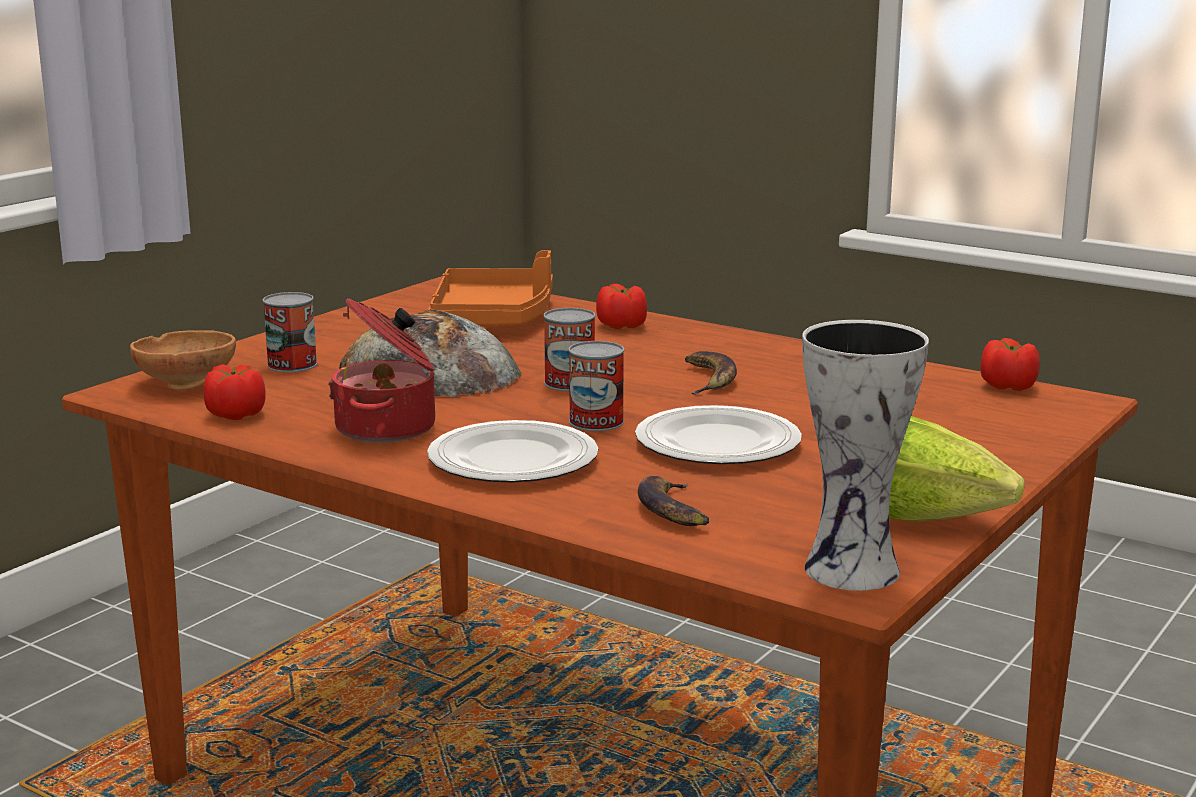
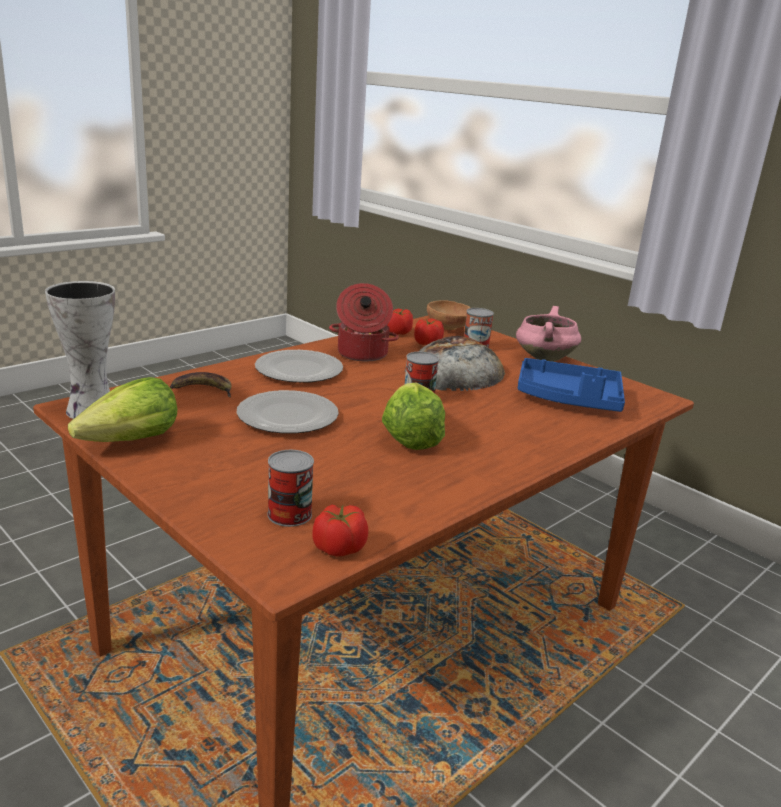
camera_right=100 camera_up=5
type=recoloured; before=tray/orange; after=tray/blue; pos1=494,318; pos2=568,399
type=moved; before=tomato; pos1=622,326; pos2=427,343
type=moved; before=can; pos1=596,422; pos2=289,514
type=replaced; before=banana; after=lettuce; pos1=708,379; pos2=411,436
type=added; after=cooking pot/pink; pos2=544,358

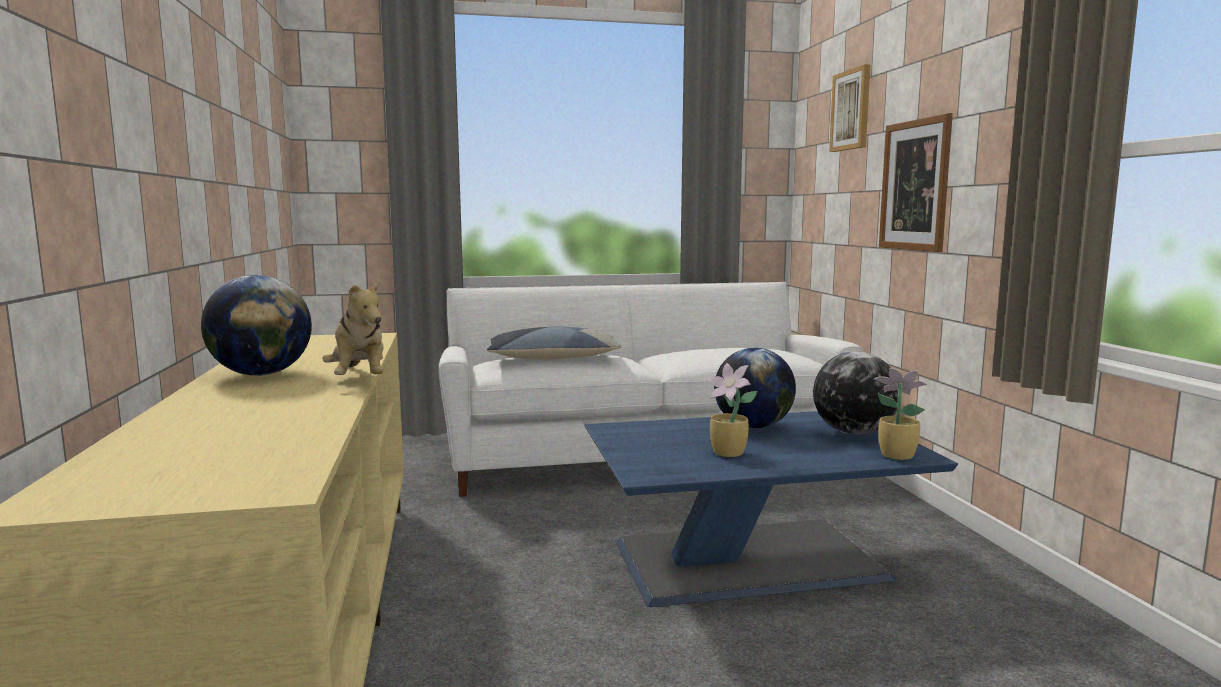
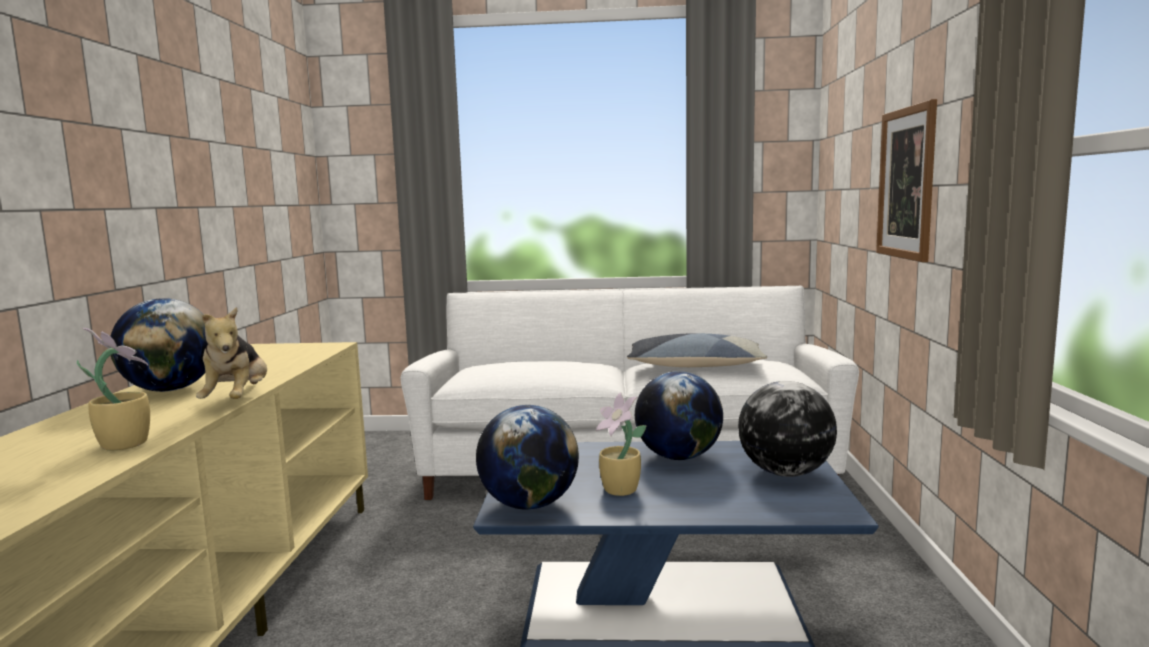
camera_right=15 camera_up=0
type=removed; before=picture; pos1=851,110
type=moved; before=pillow; pos1=553,358; pos2=695,366
type=moved; before=potted plant; pos1=895,455; pos2=124,444
type=added; after=globe; pos2=529,505

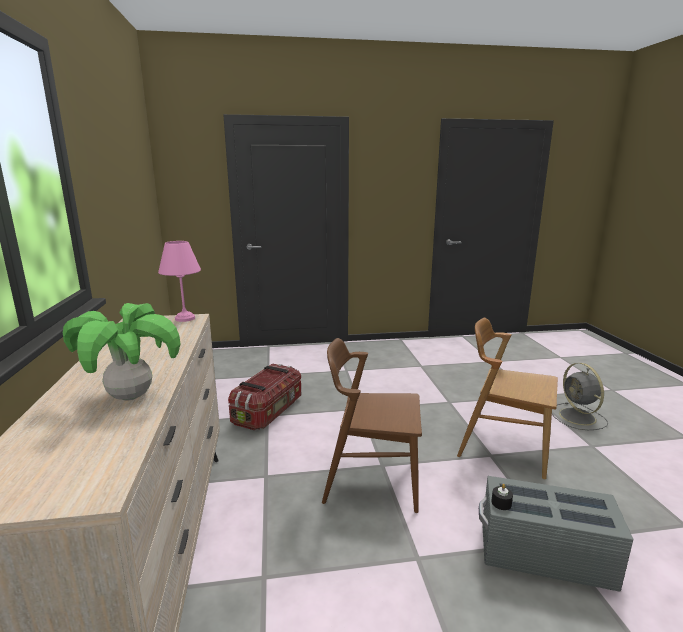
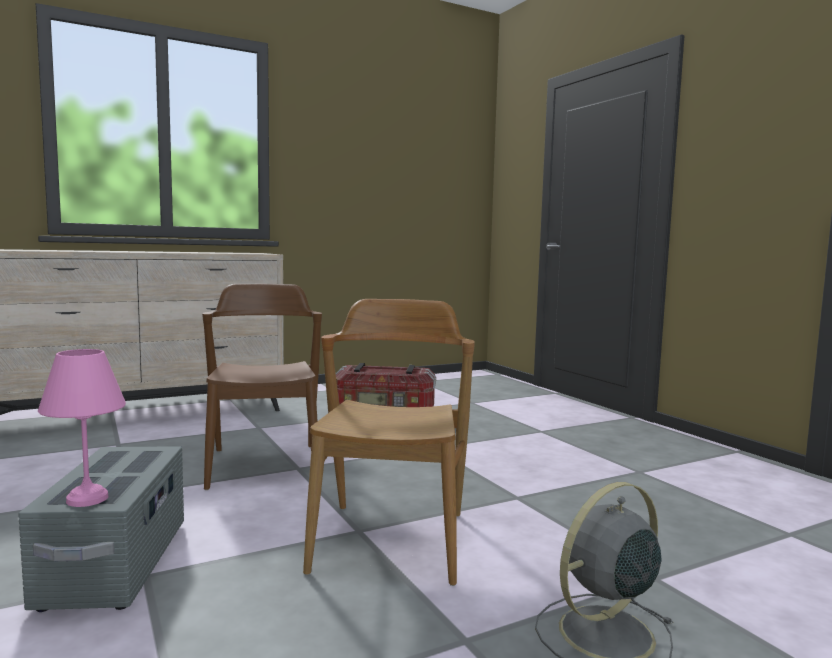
camera_right=70 camera_up=-10
type=moved; before=table lamp/pink; pos1=185,318; pos2=89,499
type=removed; before=potted plant; pos1=131,396
type=removed; before=candle/black; pos1=501,503

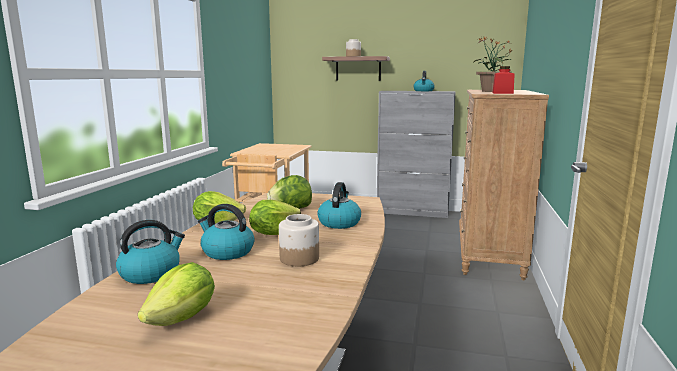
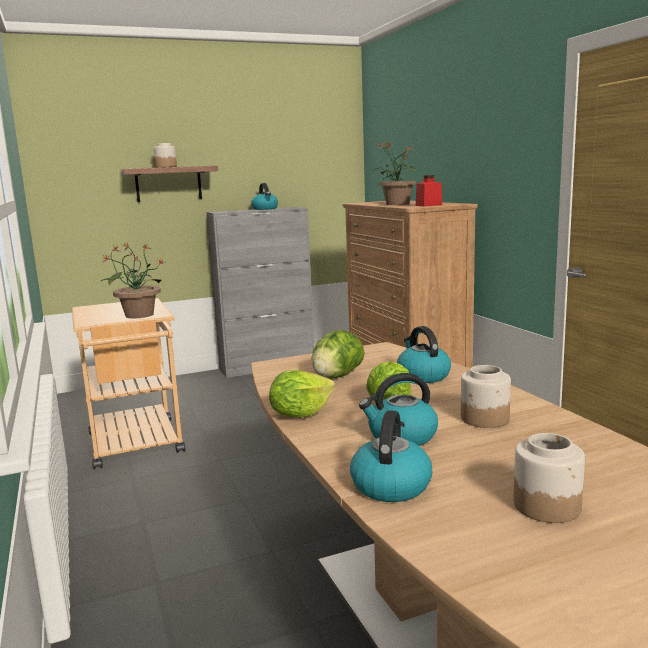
camera_right=-35 camera_up=0
type=replaced; before=lettuce; after=jar; pos1=183,318; pos2=547,506
type=added; after=potted plant; pos2=138,315

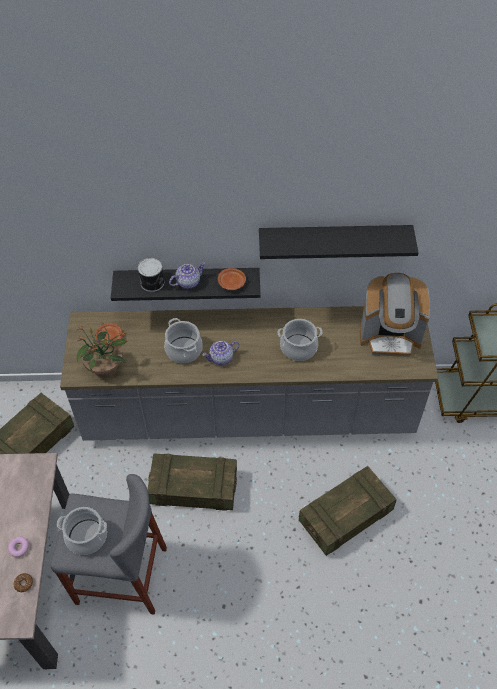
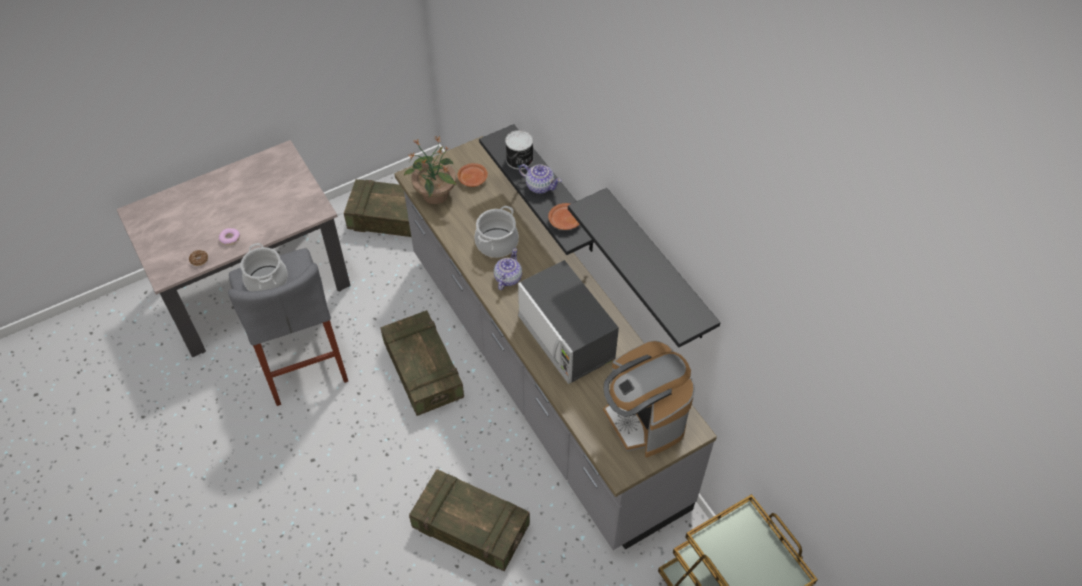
camera_right=60 camera_up=0
type=replaced; before=cooking pot; after=microwave; pos1=298,347; pos2=566,338
type=turned; before=teapot; pos1=221,358; pos2=507,278; turn=75

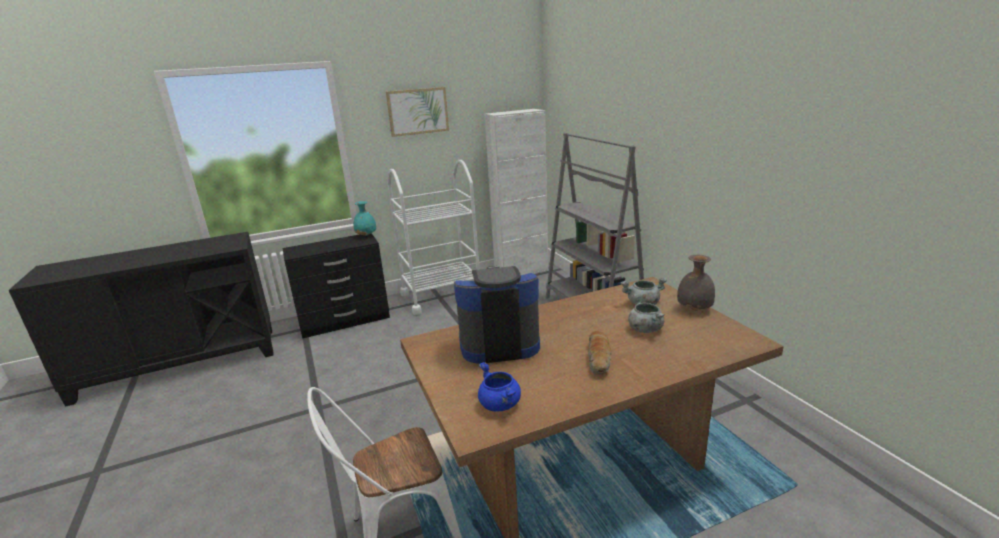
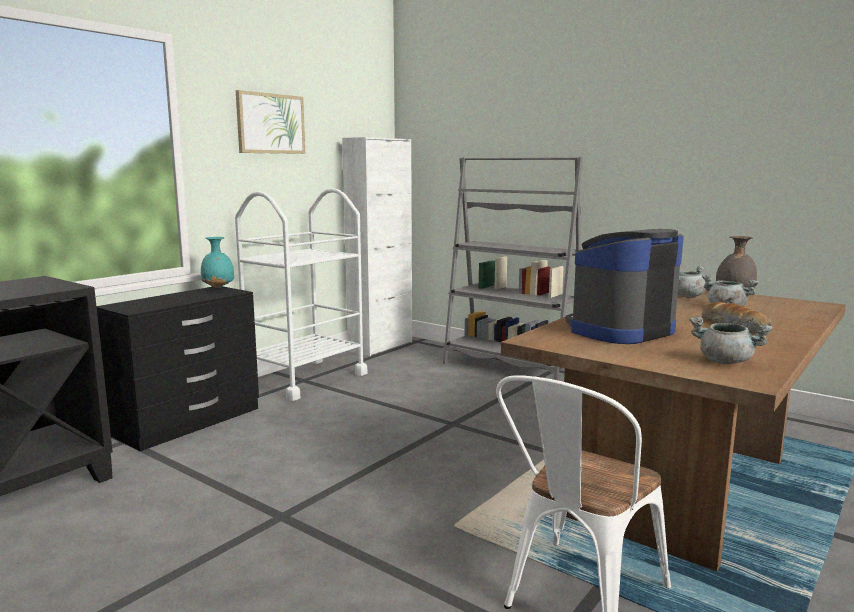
camera_right=-30 camera_up=-10
type=recoloured; before=cooking pot/blue; after=cooking pot/grey; pos1=500,404; pos2=726,362

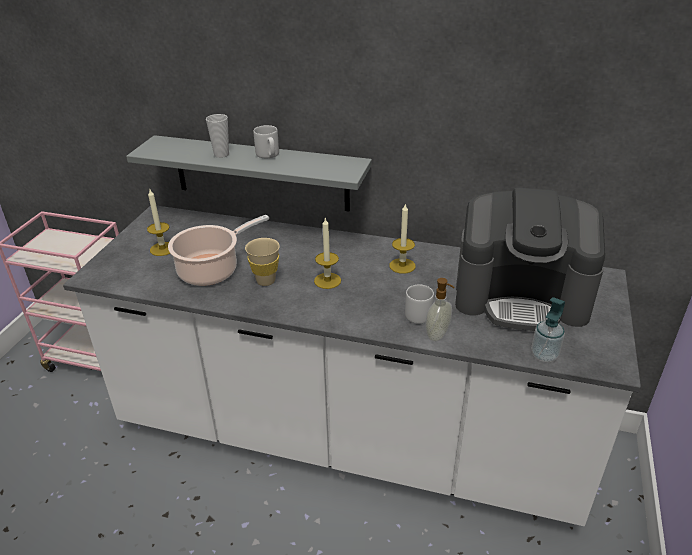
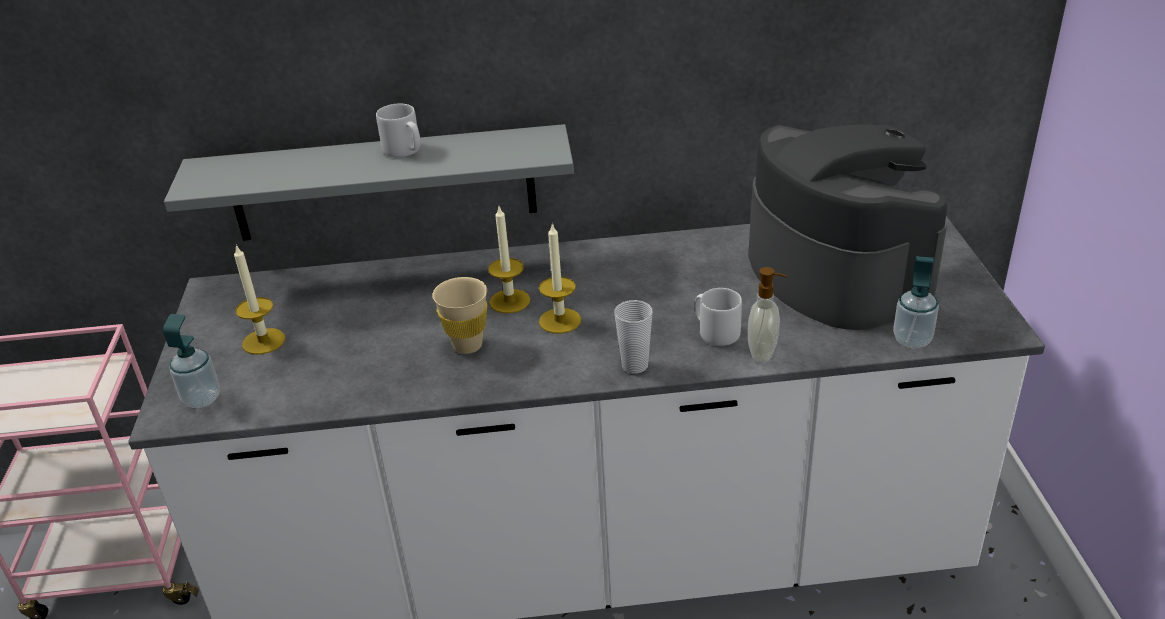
camera_right=-20 camera_up=0
type=moved; before=cup; pos1=221,154; pos2=635,365
type=turned; before=coffee machine; pos1=521,296; pos2=835,272; turn=-105
type=moved; before=candle; pos1=402,266; pos2=509,301
type=removed; before=cooking pot; pos1=212,270
type=added; after=soap dispenser; pos2=202,399

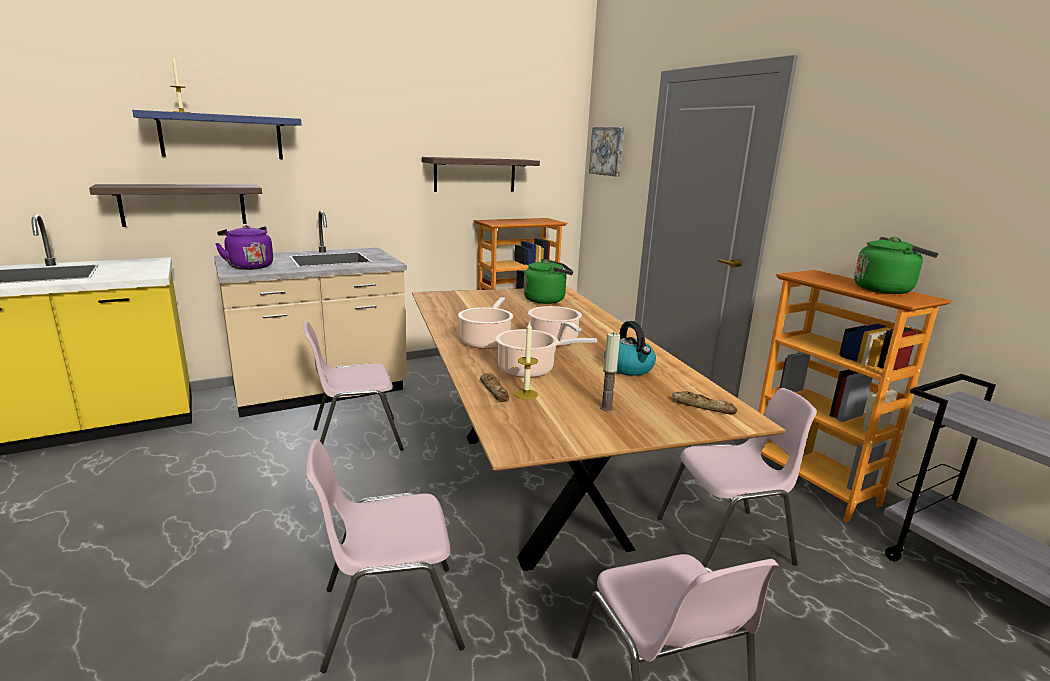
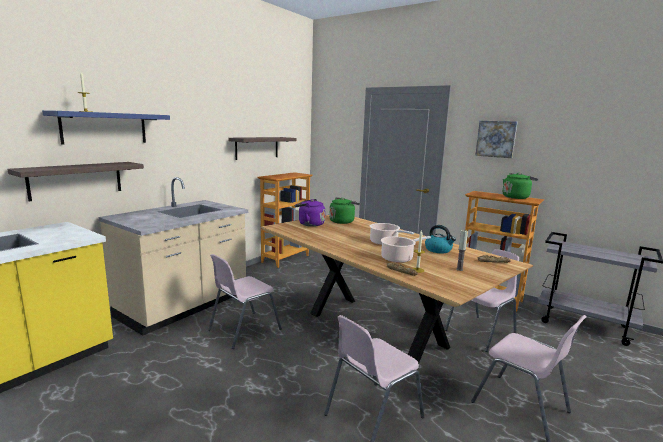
camera_right=-25 camera_up=-5
type=moved; before=picture; pos1=608,151; pos2=496,139
type=moved; before=kettle/purple; pos1=249,266; pos2=309,224
type=removed; before=cooking pot; pos1=486,341

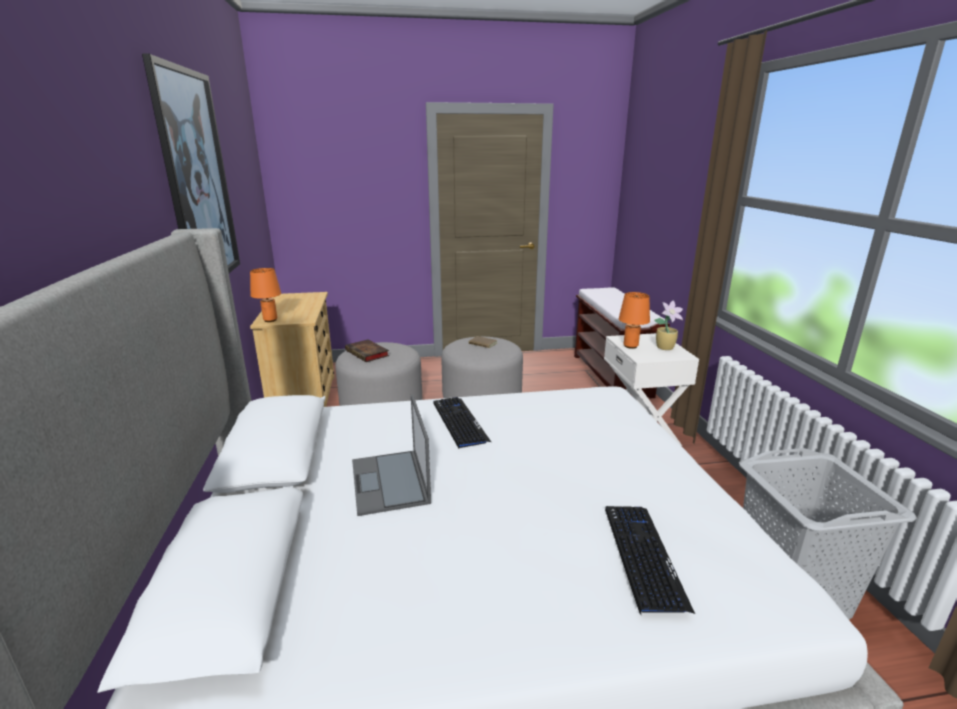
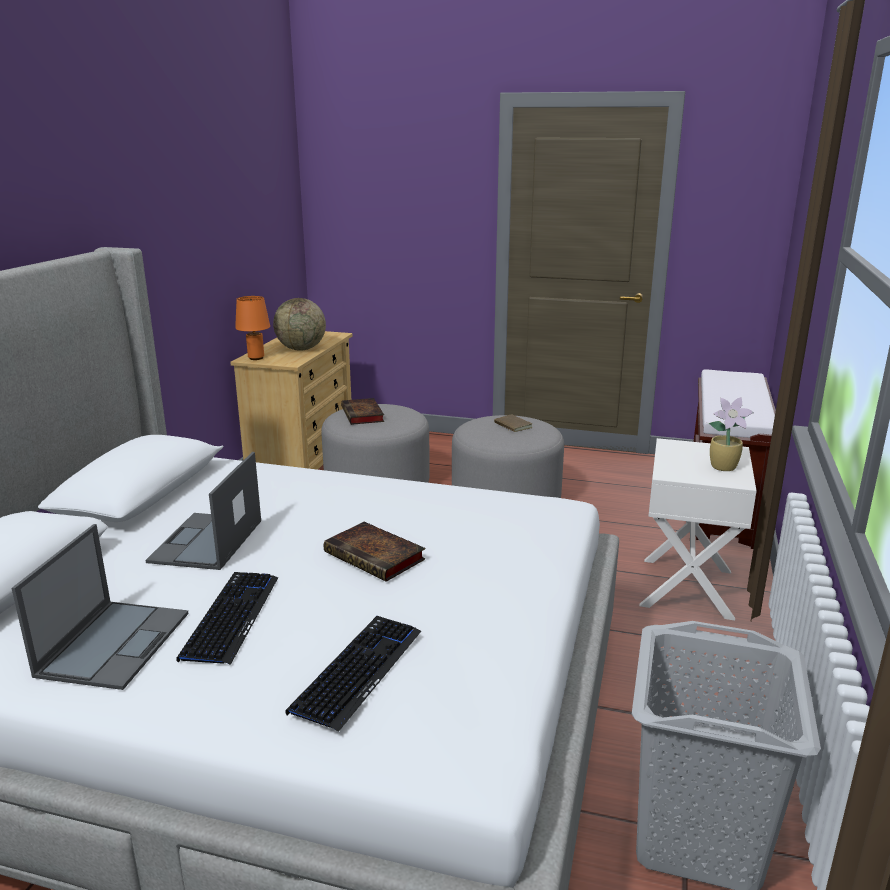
camera_right=25 camera_up=0
type=removed; before=picture; pos1=197,180
type=removed; before=table lamp/orange; pos1=631,346
type=moved; before=keyboard; pos1=459,422; pos2=231,617
type=added; after=globe; pos2=301,349
type=added; after=book; pos2=377,557
type=added; after=laptop; pos2=115,643

